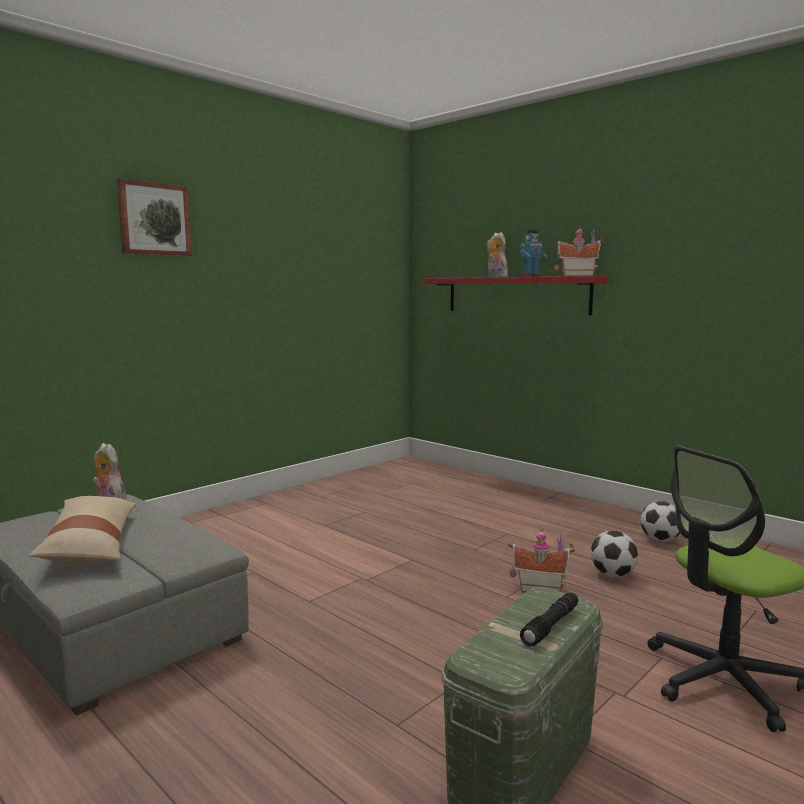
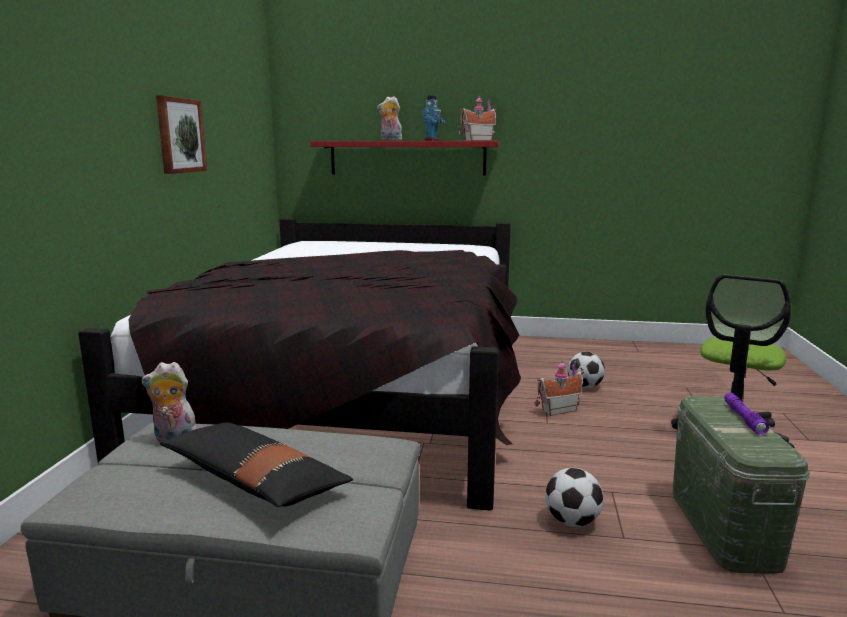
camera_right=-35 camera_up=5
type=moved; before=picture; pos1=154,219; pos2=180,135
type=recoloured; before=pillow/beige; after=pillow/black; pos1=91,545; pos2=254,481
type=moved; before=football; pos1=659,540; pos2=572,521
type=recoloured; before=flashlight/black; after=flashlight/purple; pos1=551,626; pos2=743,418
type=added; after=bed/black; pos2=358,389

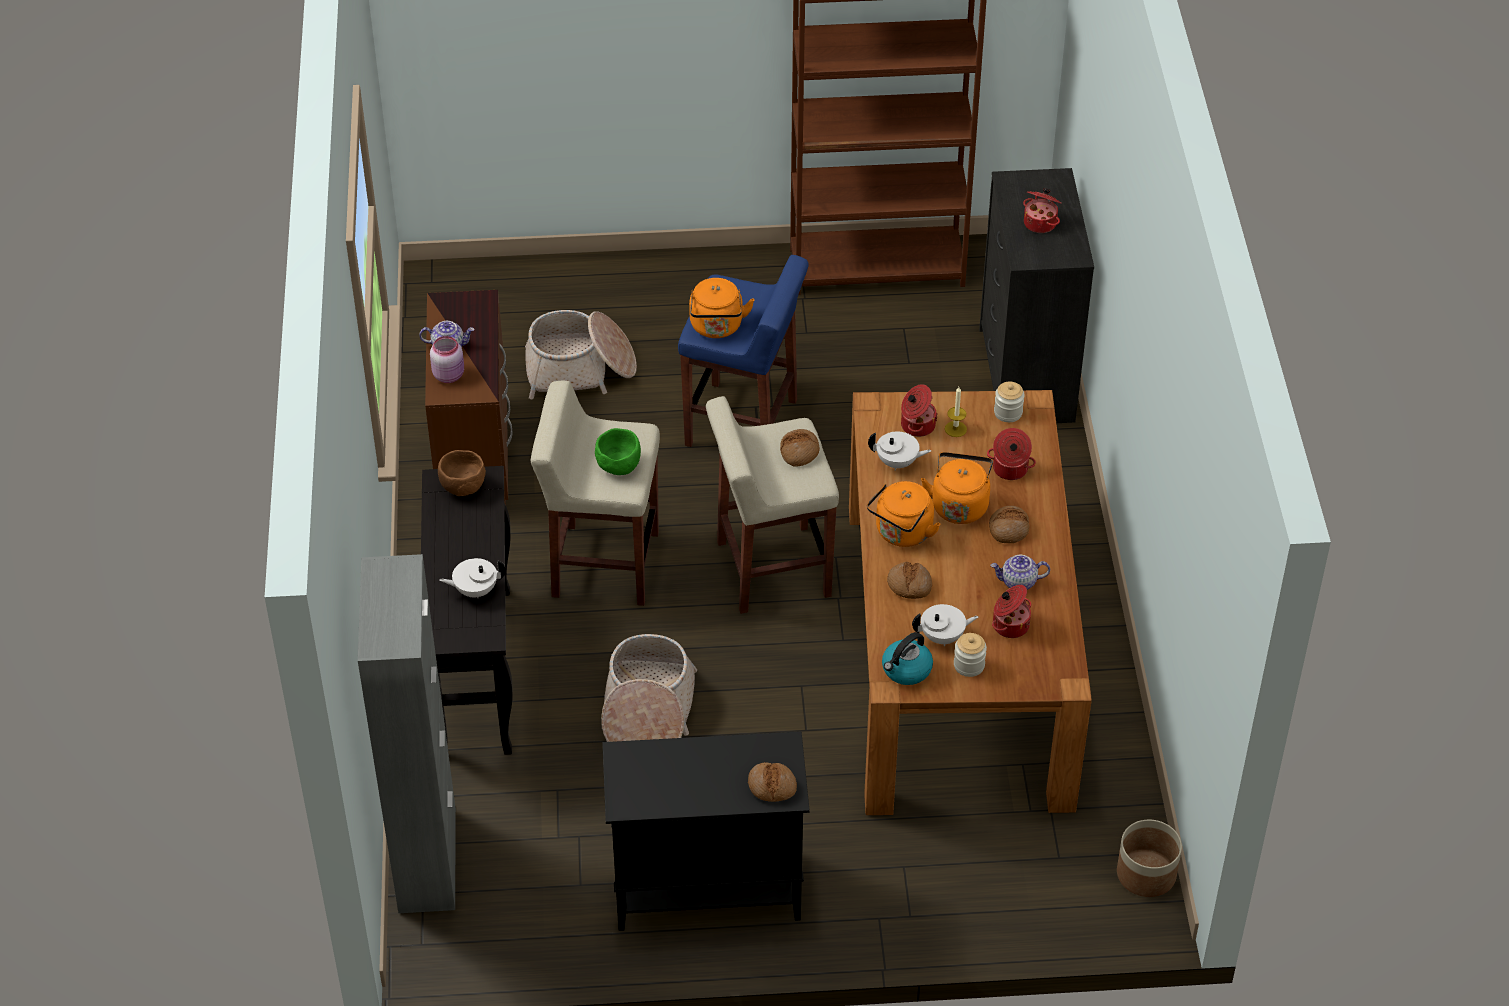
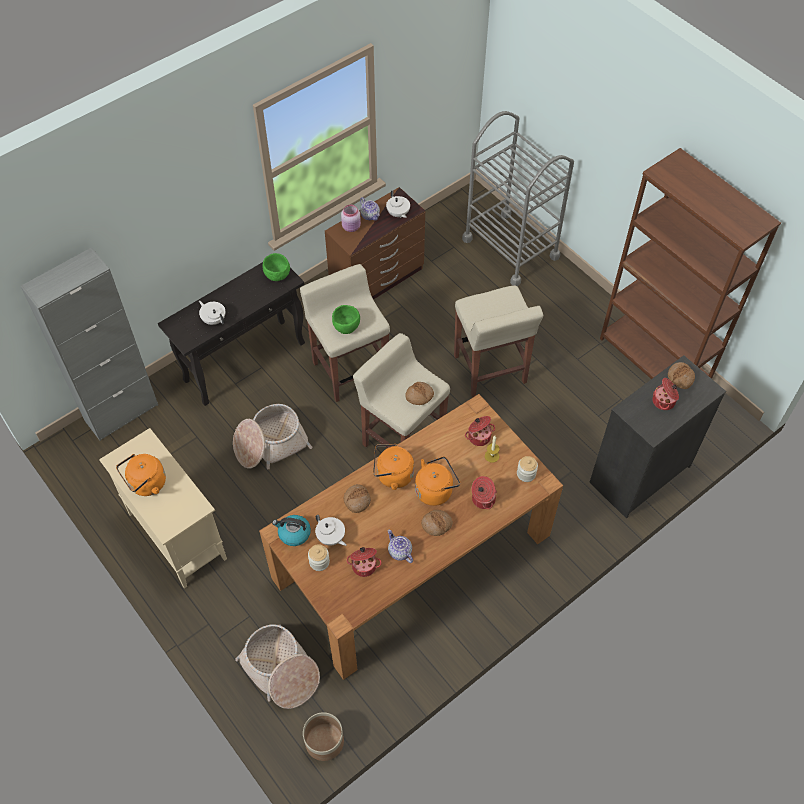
camera_right=55 camera_up=10
type=recoloured; before=stool/blue; after=stool/beige; pos1=743,424; pos2=490,370
type=moved; before=kettle/orange; pos1=717,327; pos2=146,484
type=moved; before=basket; pos1=580,369; pos2=280,670
type=moved; before=teapot/white; pos1=897,463; pos2=398,214
type=recoloured; before=bowl/brown; after=bowl/green; pos1=462,488; pos2=276,275
type=recoloured; before=cabinet/black; after=cabinet/beige; pos1=705,890; pos2=176,535
type=moved; before=bread; pos1=772,786; pos2=680,377
type=added; after=cart/grey; pos2=510,248

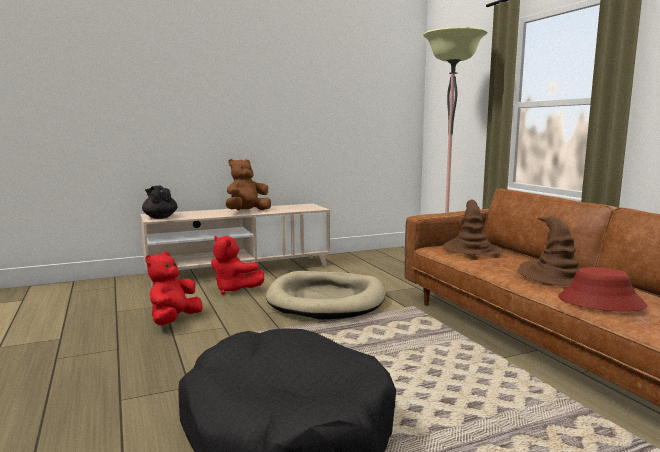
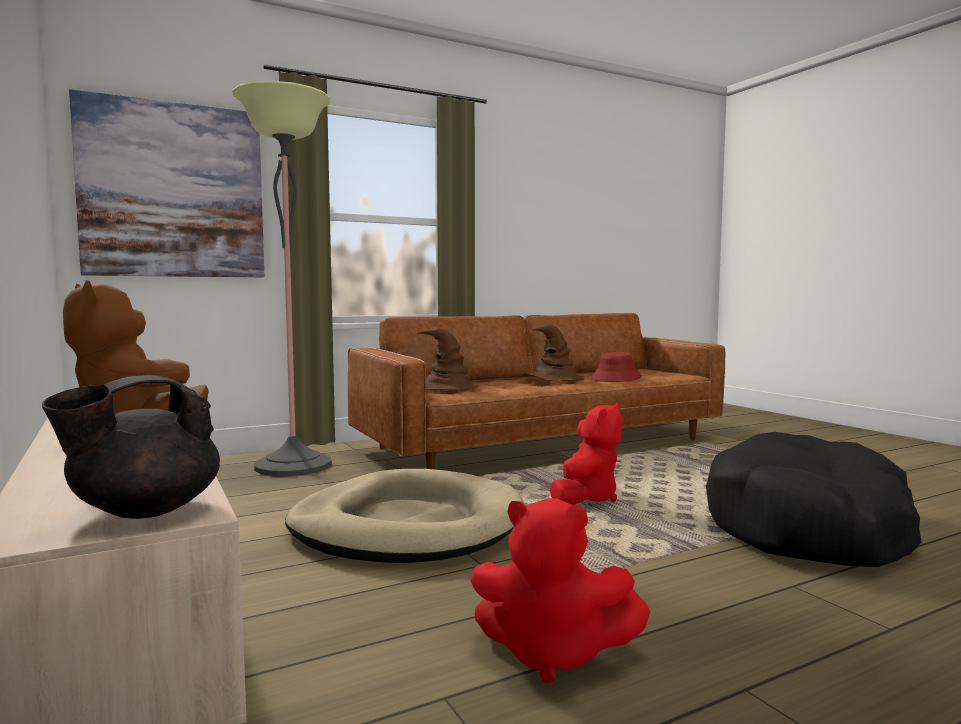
camera_right=-95 camera_up=-5
type=moved; before=plush toy/red; pos1=234,290; pos2=586,498
type=added; after=picture; pos2=173,191

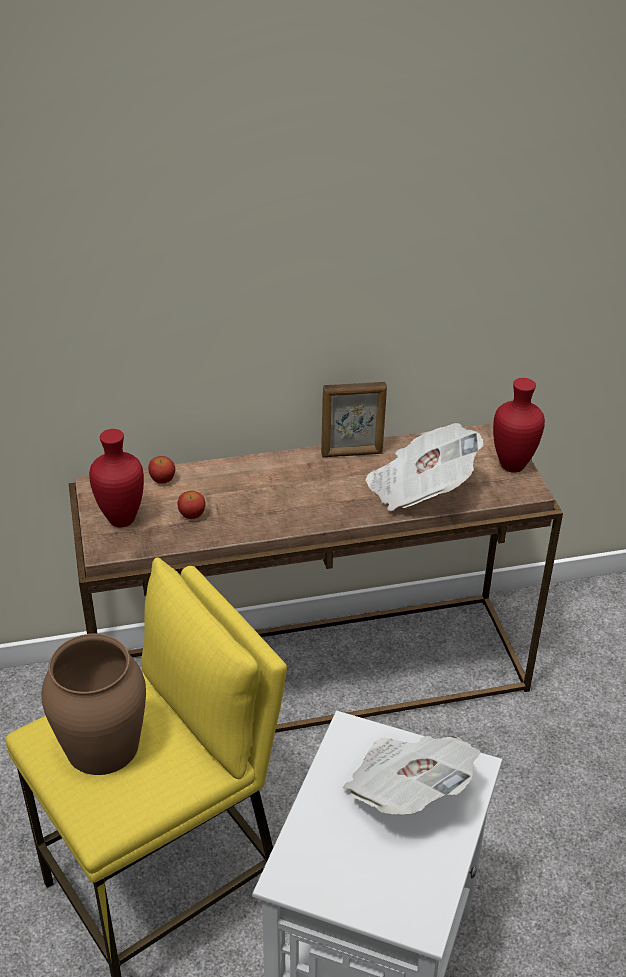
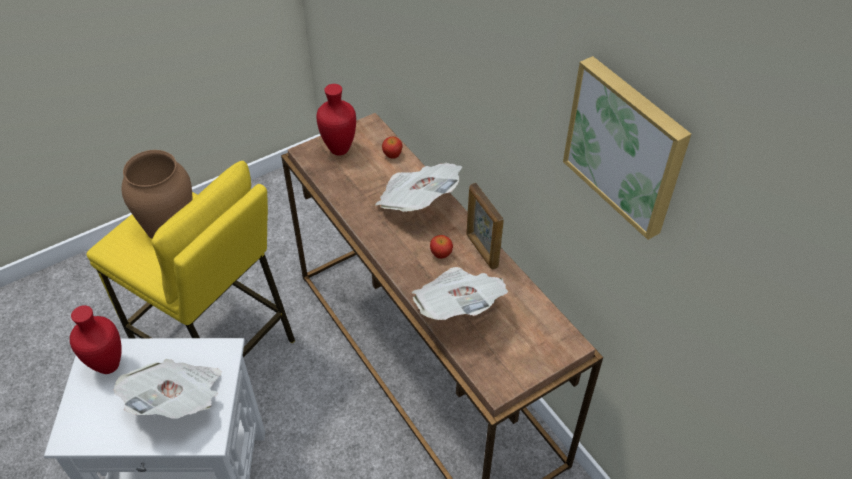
camera_right=70 camera_up=10
type=moved; before=vase/red; pos1=511,467; pos2=107,365
type=moved; before=apple; pos1=192,515; pos2=441,254
type=added; after=picture; pos2=627,146
type=added; after=newspaper; pos2=417,201

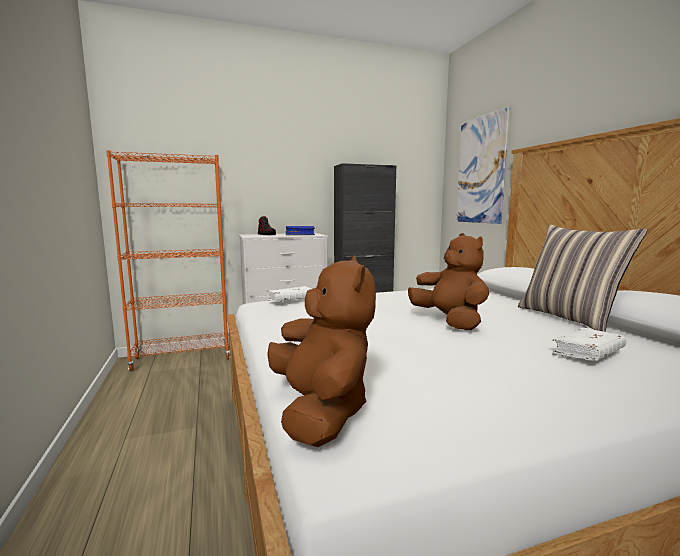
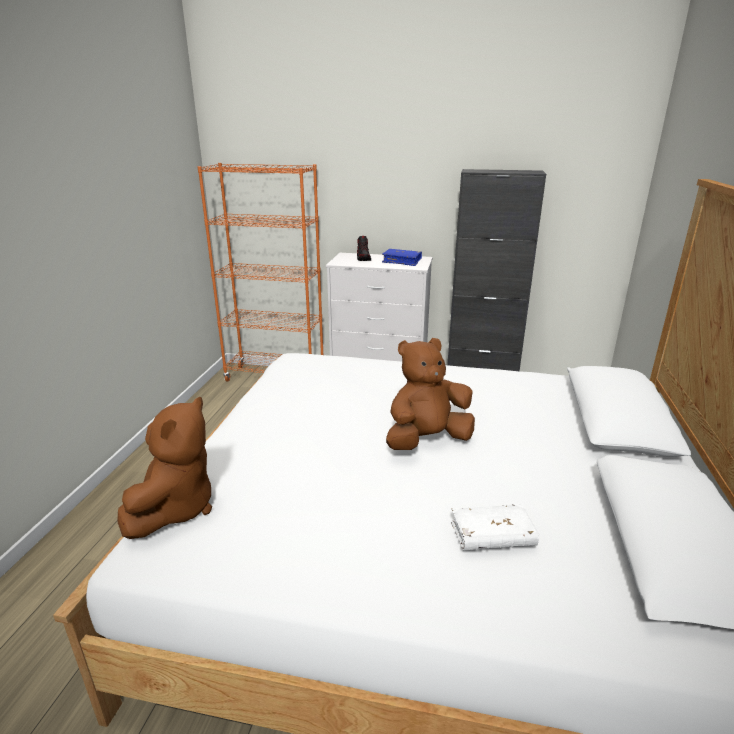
camera_right=30 camera_up=15
type=removed; before=picture; pos1=480,170
type=removed; before=pillow; pos1=569,318
type=turned; before=plush toy/brown; pos1=449,321; pos2=427,440; turn=-120
type=removed; before=book/white; pos1=291,300

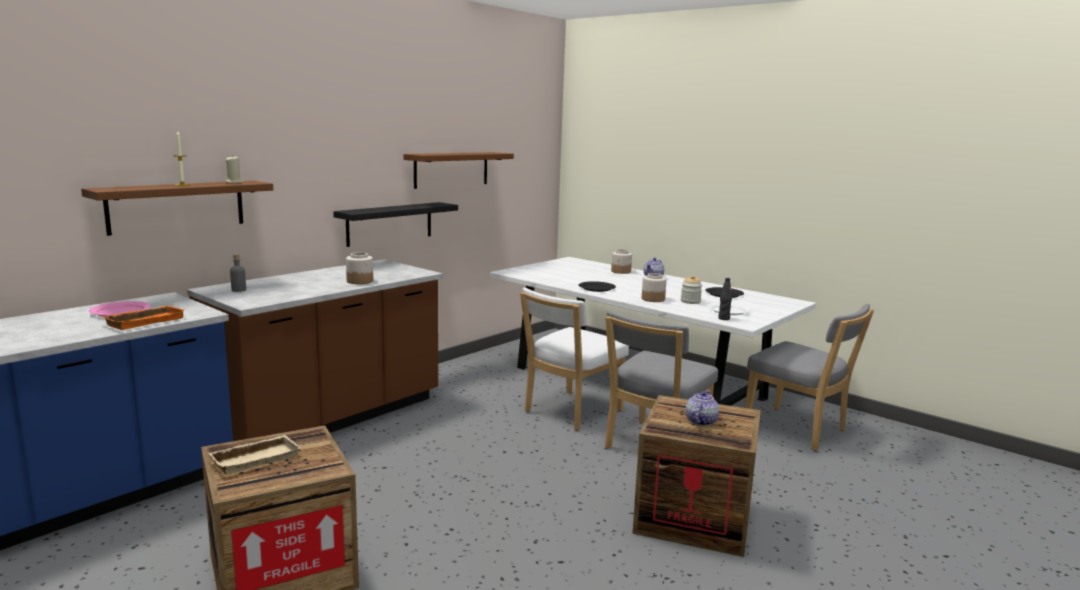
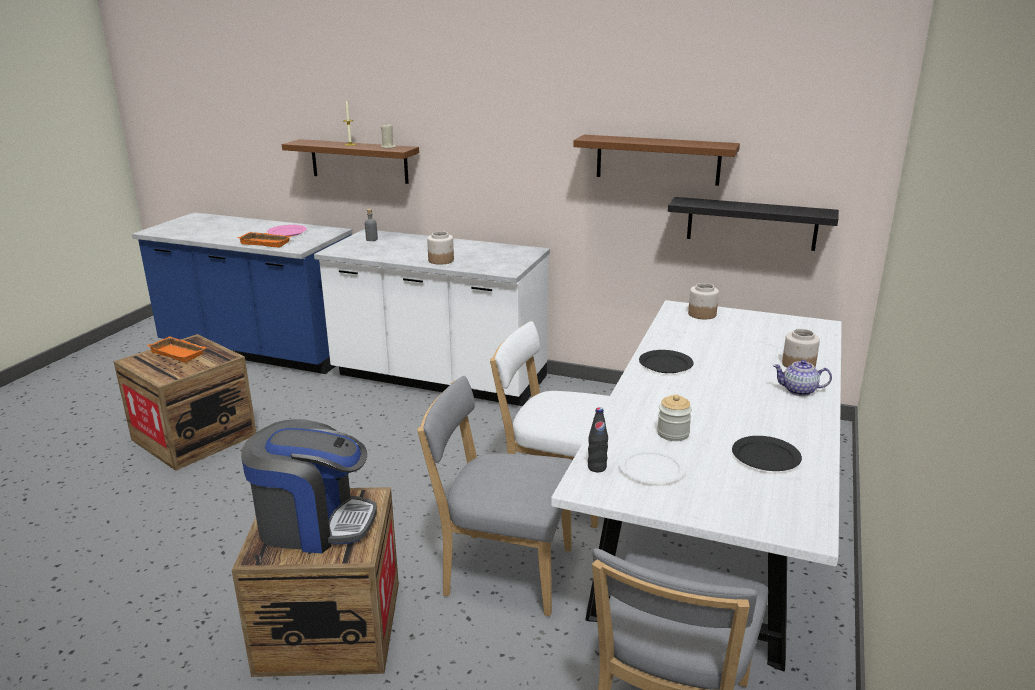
camera_right=70 camera_up=10
type=moved; before=shelf/black; pos1=390,223; pos2=751,223
type=recoloured; before=counter/brown; after=counter/white; pos1=329,419; pos2=439,378
type=moved; before=jar; pos1=652,299; pos2=701,314
type=replaced; before=teapot; after=coffee machine; pos1=700,421; pos2=314,523
type=recoloured; before=tray/beige; after=tray/orange; pos1=256,458; pos2=180,353

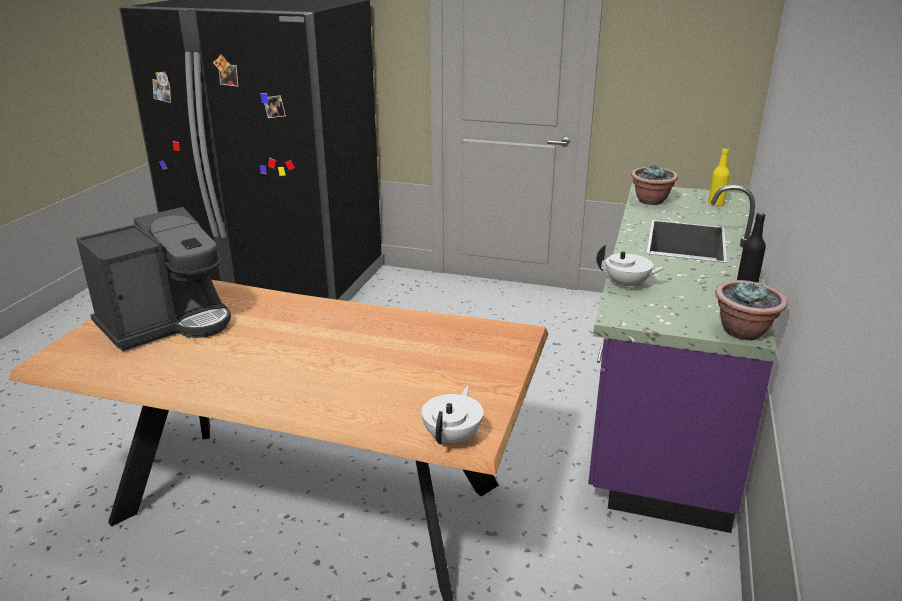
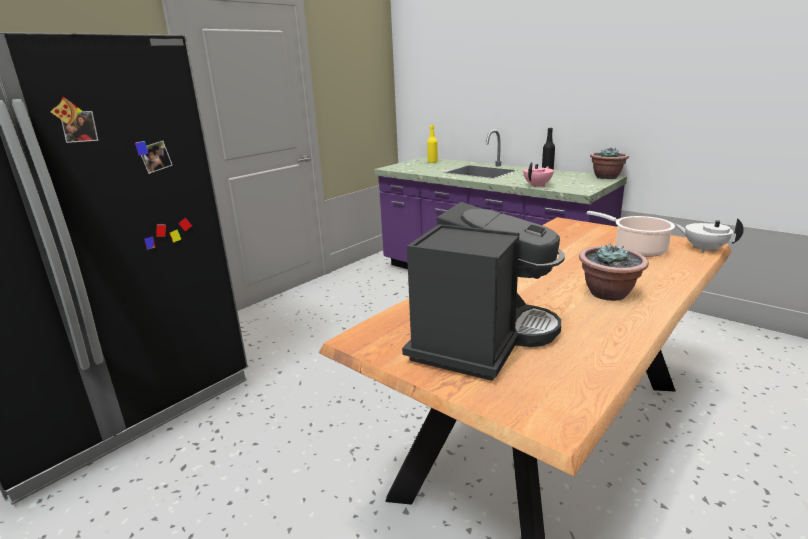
camera_right=-65 camera_up=-5
type=moved; before=potted plant; pos1=651,201; pos2=609,294
type=turned; before=coffee machine; pos1=167,323; pos2=480,339; turn=45
type=recoloured; before=teapot/white; after=teapot/pink; pos1=627,285; pos2=538,185
type=added; after=cooking pot; pos2=636,250

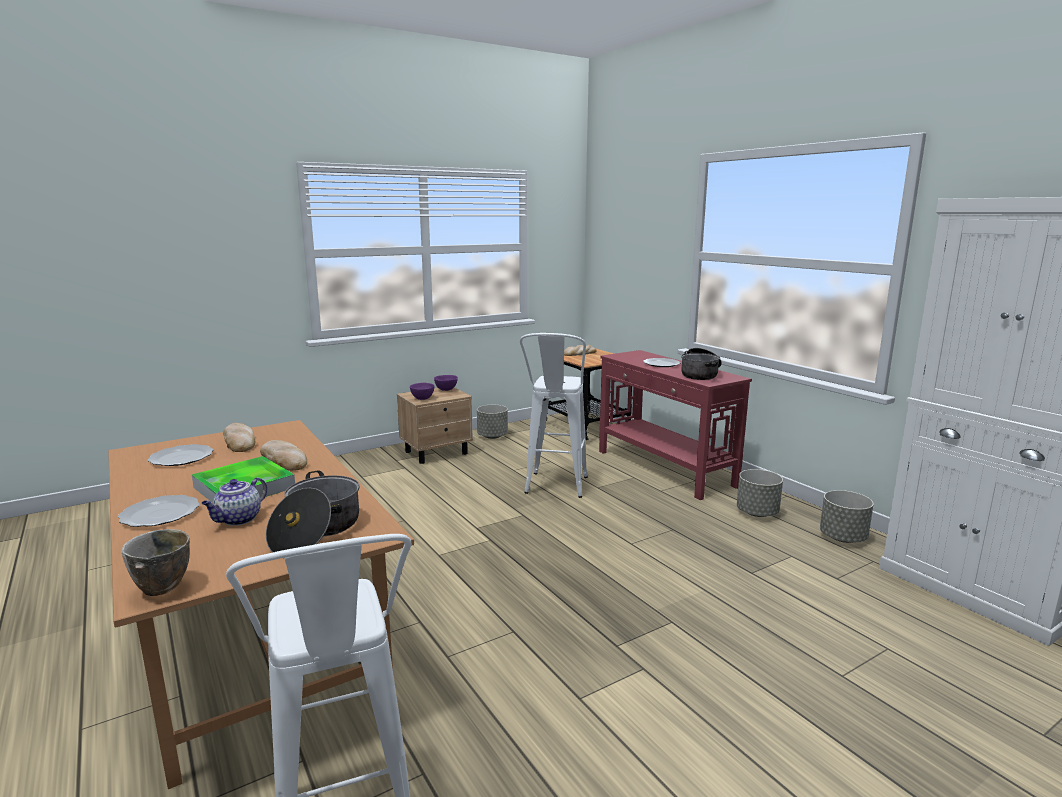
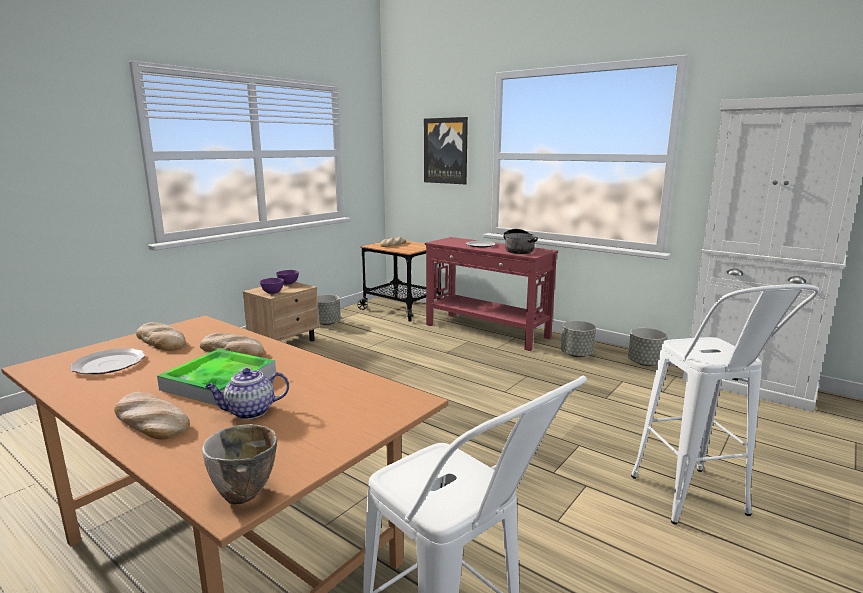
camera_right=-20 camera_up=0
type=moved; before=stool/white; pos1=555,490; pos2=698,506
type=removed; before=cooking pot; pos1=316,531
type=turned; before=teapot; pos1=238,519; pos2=249,412; turn=60
type=replaced; before=plate; after=bread; pos1=161,514; pos2=150,421
type=added; after=picture; pos2=446,151

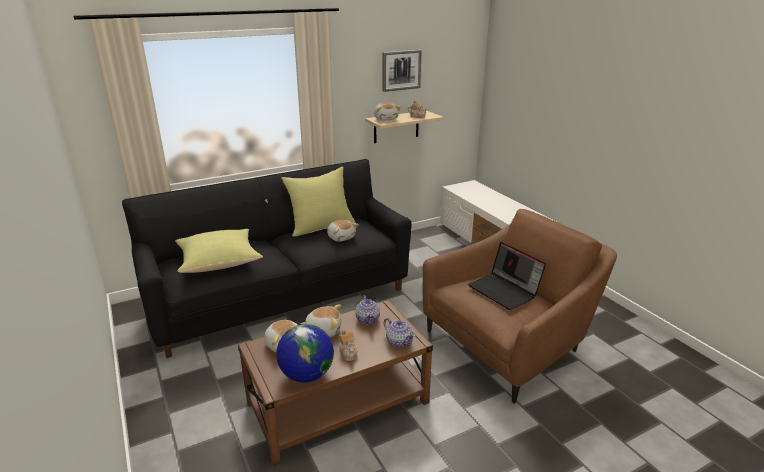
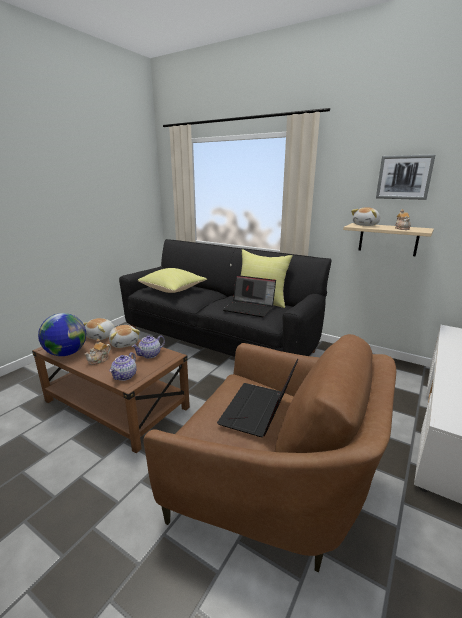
camera_right=60 camera_up=-5
type=replaced; before=plush toy; after=laptop; pos1=341,237; pos2=250,308

